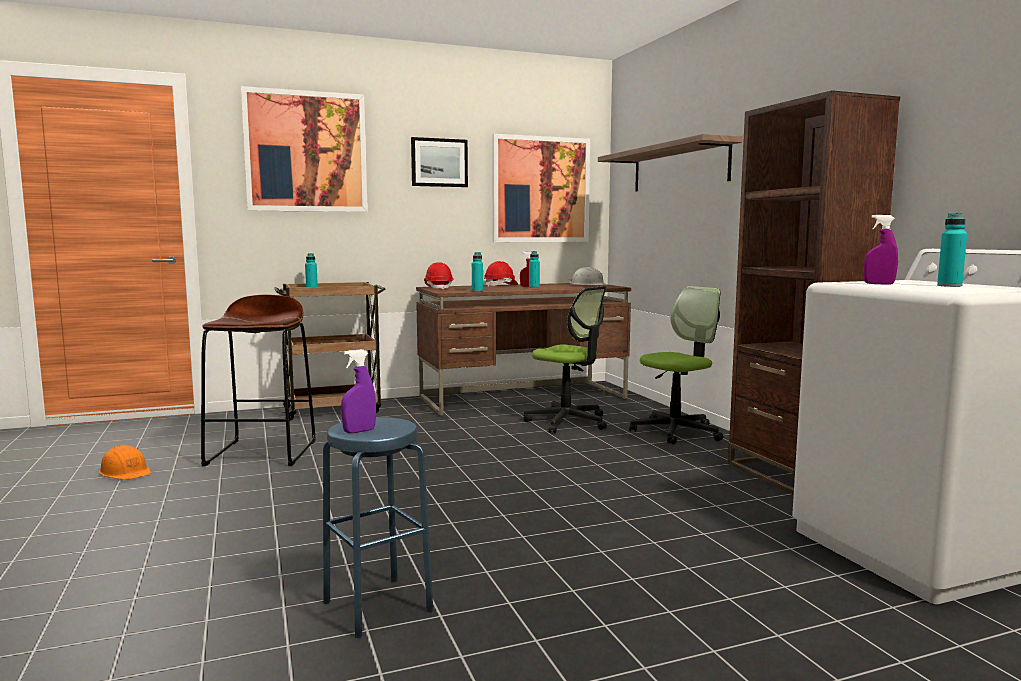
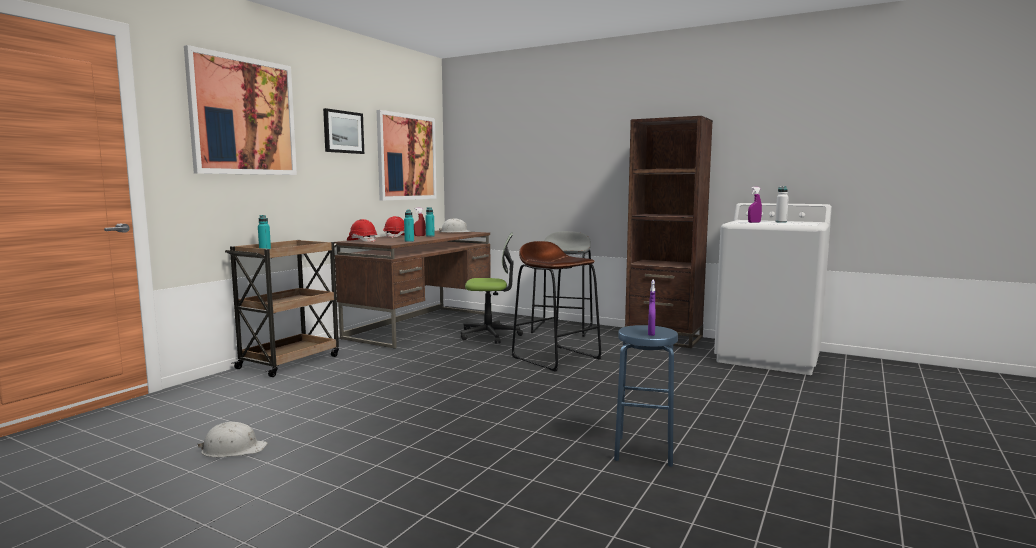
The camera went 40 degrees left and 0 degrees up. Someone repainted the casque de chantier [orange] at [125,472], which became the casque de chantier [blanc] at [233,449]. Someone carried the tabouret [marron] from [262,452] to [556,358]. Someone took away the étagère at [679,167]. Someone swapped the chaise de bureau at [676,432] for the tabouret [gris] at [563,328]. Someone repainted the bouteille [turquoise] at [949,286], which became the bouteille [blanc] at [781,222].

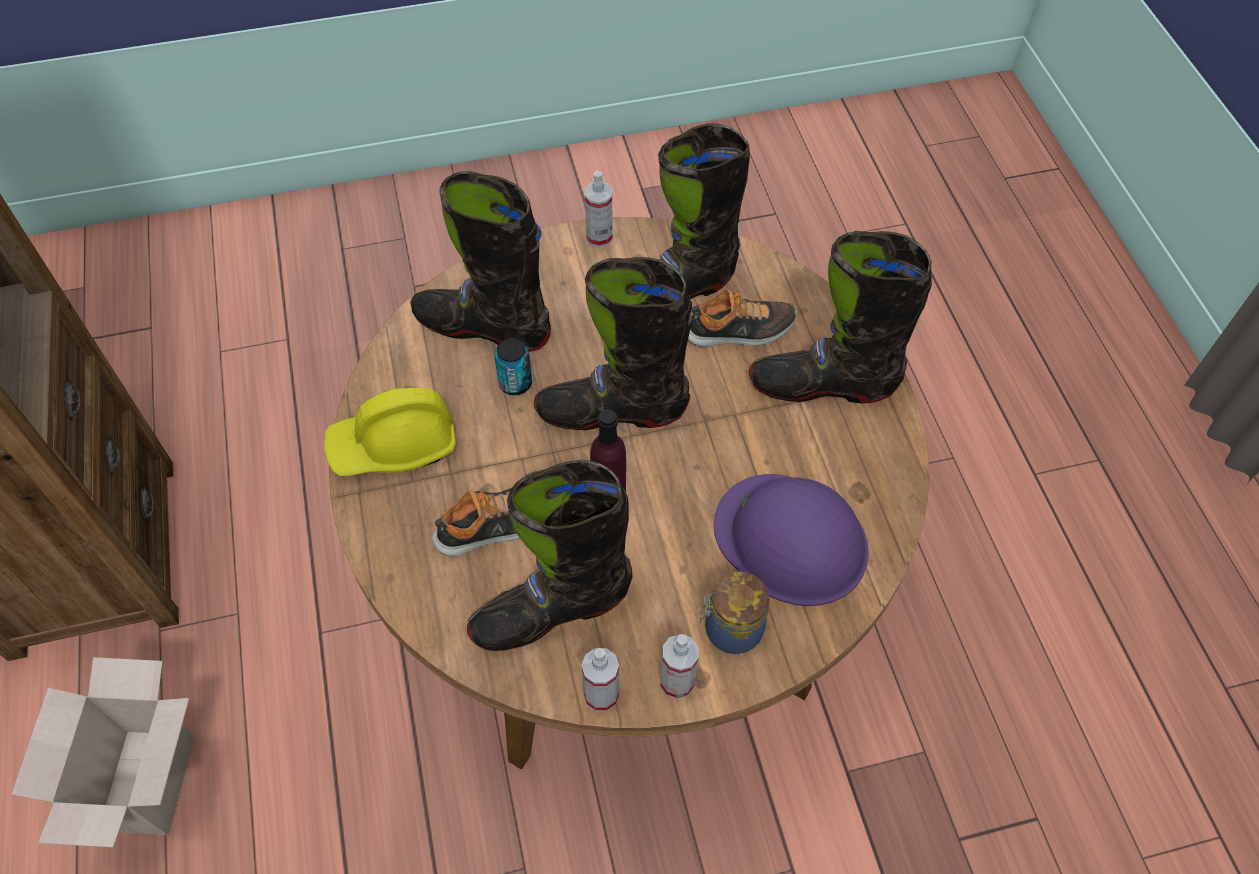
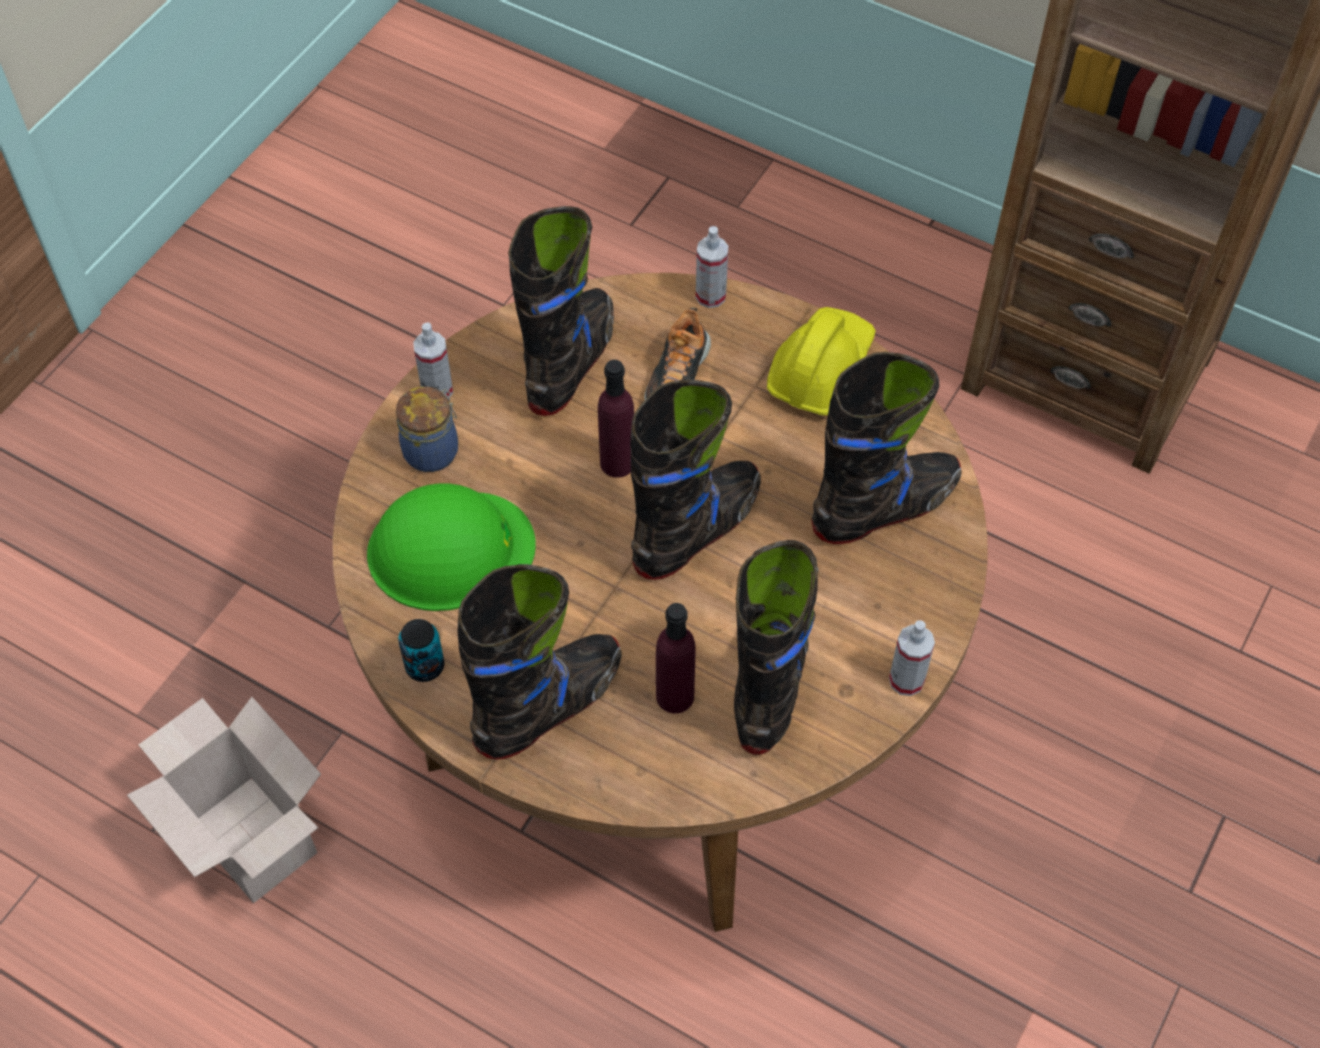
The camera went 135 degrees right and 0 degrees up. Someone carried the carton from [149,786] to [248,839]. Someone carried the boîte métallique from [515,383] to [425,666]. Someone carried the vaporisateur from [601,695] to [710,296]. Someone swapped the chaussure at [739,330] for the bouteille [violet] at [675,696]. Someone repainted the casque de chantier [violet] at [791,539], which became the casque de chantier [vert] at [449,549].

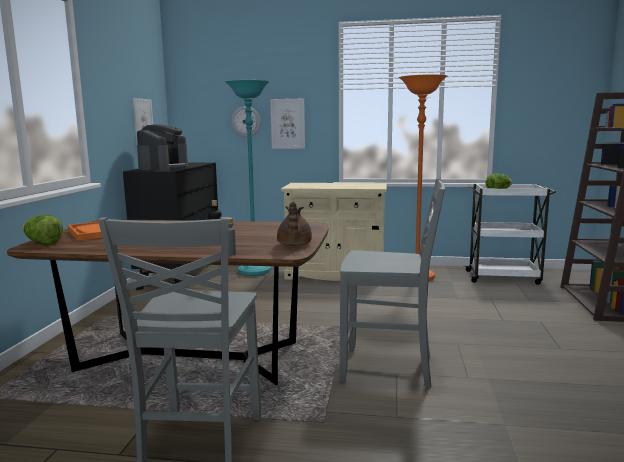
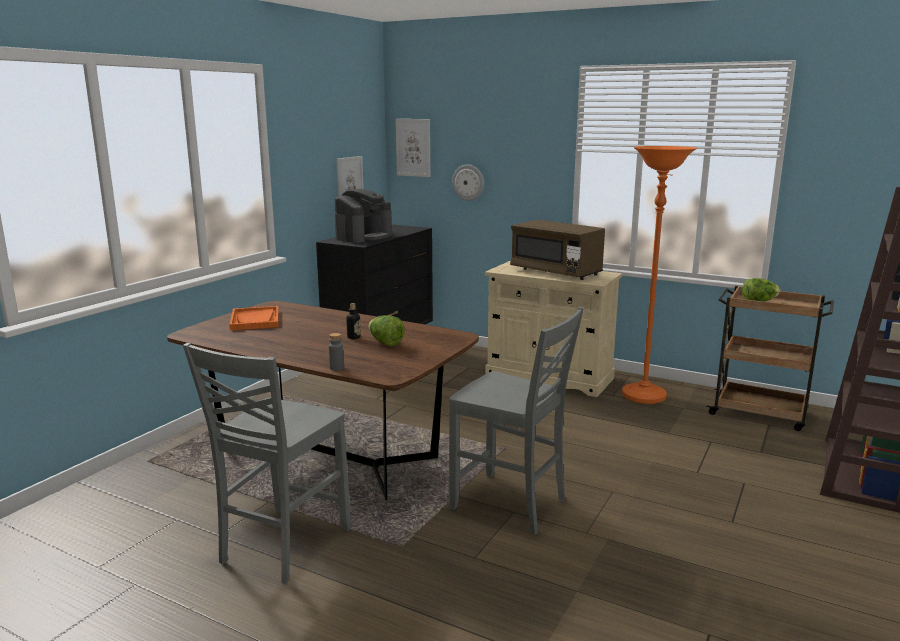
The camera went 20 degrees right and 5 degrees up. Someone carried the laitue from [42,243] to [385,343]. Someone took away the lampadaire [turquoise] at [254,271]. Someone carried the tableau from [287,124] to [413,147]. Someone took away the théière [marron] at [293,245]. Someone repainted the chariot [blanc] at [504,277], which became the chariot [marron] at [760,413]. Someone put down the micro-ondes [marron] at [556,272].

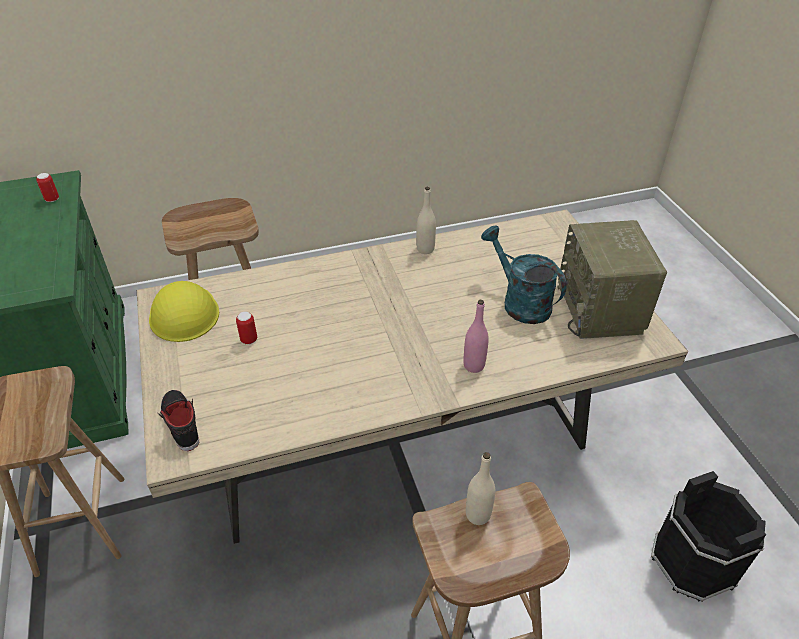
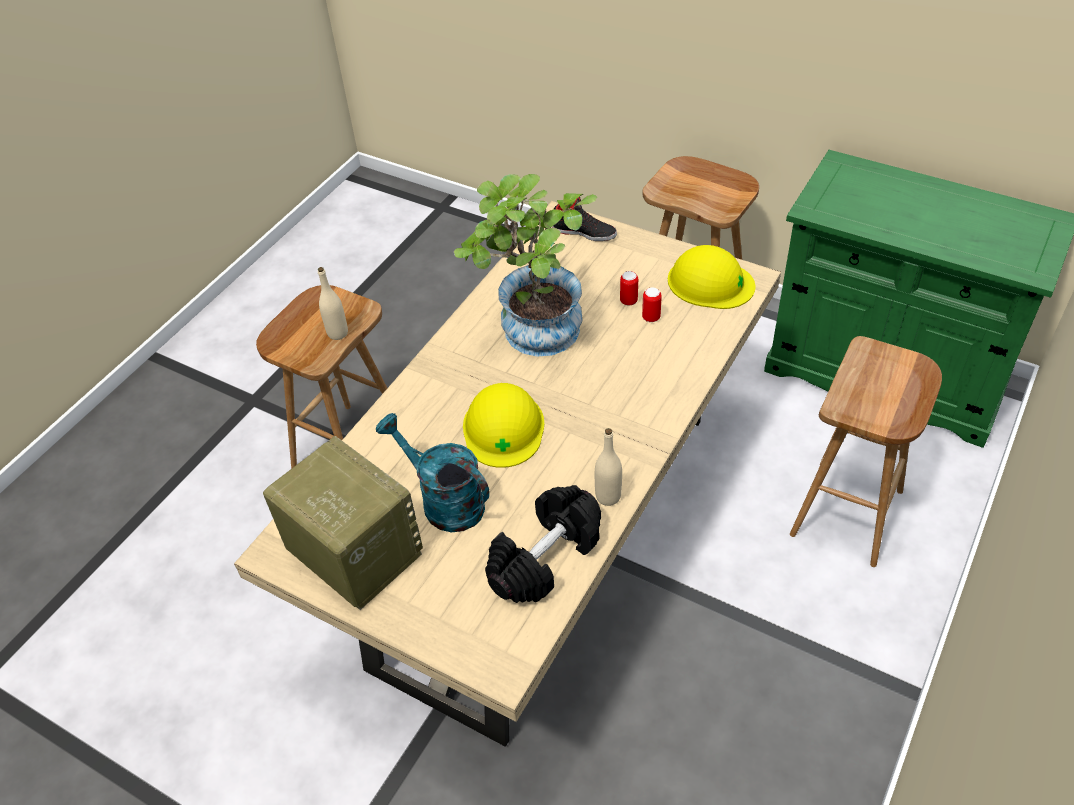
The camera went 140 degrees right and 5 degrees up. Someone carried the boîte métallique from [52,199] to [651,317]. Someone took away the bouteille [rose] at [474,365]. Someone rotated the arrosoir [turquoise] at [520,302] by 150 degrees counterclockwise. Someone took away the seau [noir] at [692,562]. Someone put down the plante en pot at [533,336]. Someone put down the casque de chantier [jaune] at [503,427]. Someone put down the haltère [noir] at [545,557].

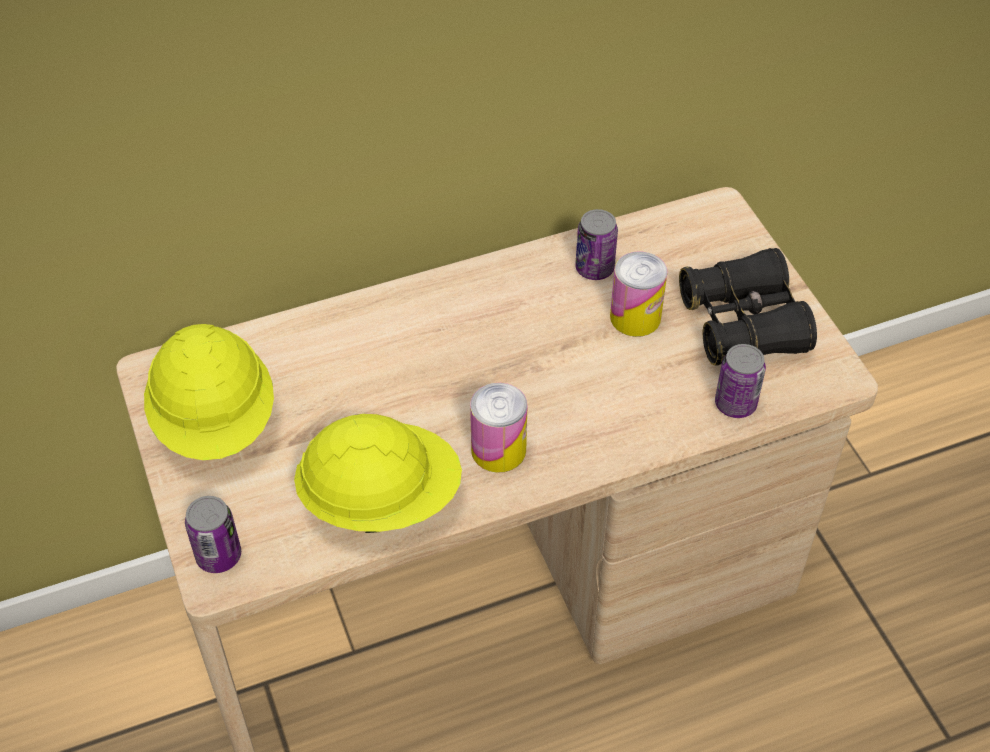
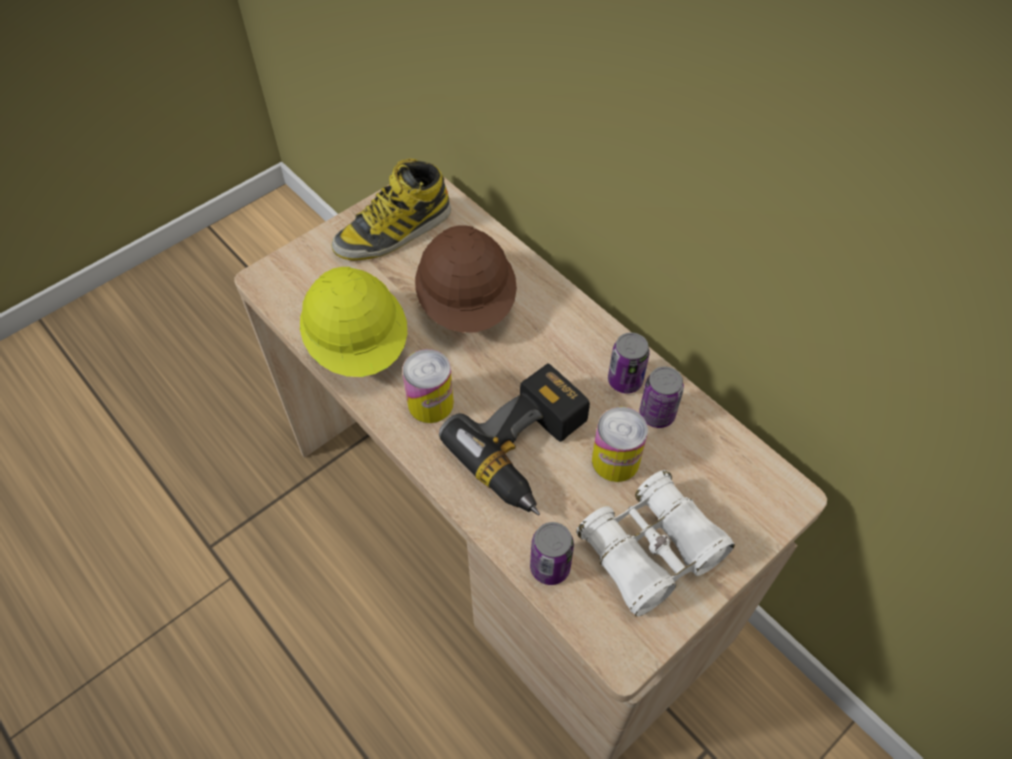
The camera went 70 degrees right and 5 degrees up. Someone swapped the casque de chantier [jaune] at [216,421] for the botte at [394,232]. Someone carried the boîte métallique from [218,556] to [625,380]. Someone repainted the jumelles [noir] at [743,323], which became the jumelles [blanc] at [651,551]. Someone put down the casque de chantier [marron] at [467,303]. Someone put down the perceuse at [529,451].

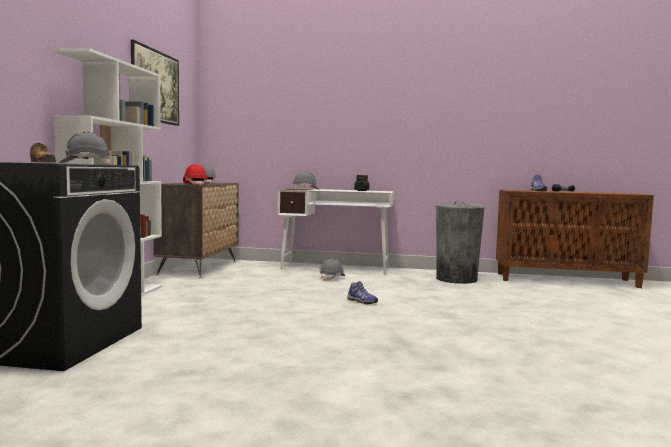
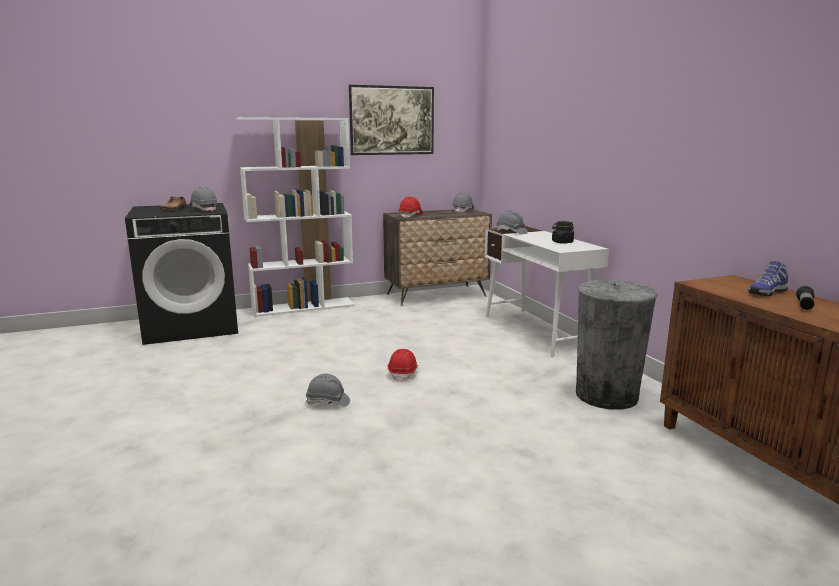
The camera went 60 degrees right and 10 degrees up. Someone carried the casque de chantier [gris] from [332,278] to [328,402]. Someone swapped the chaussure at [361,302] for the casque de chantier [rouge] at [403,374].

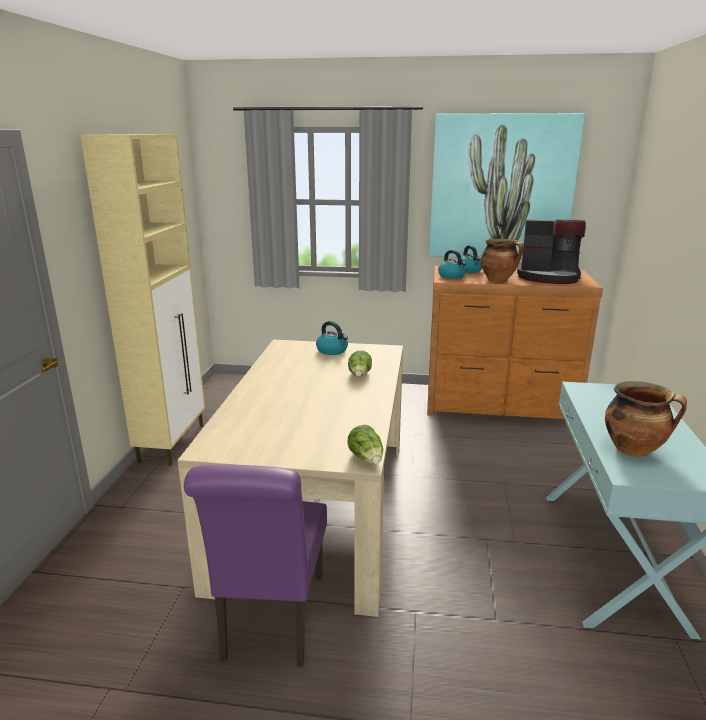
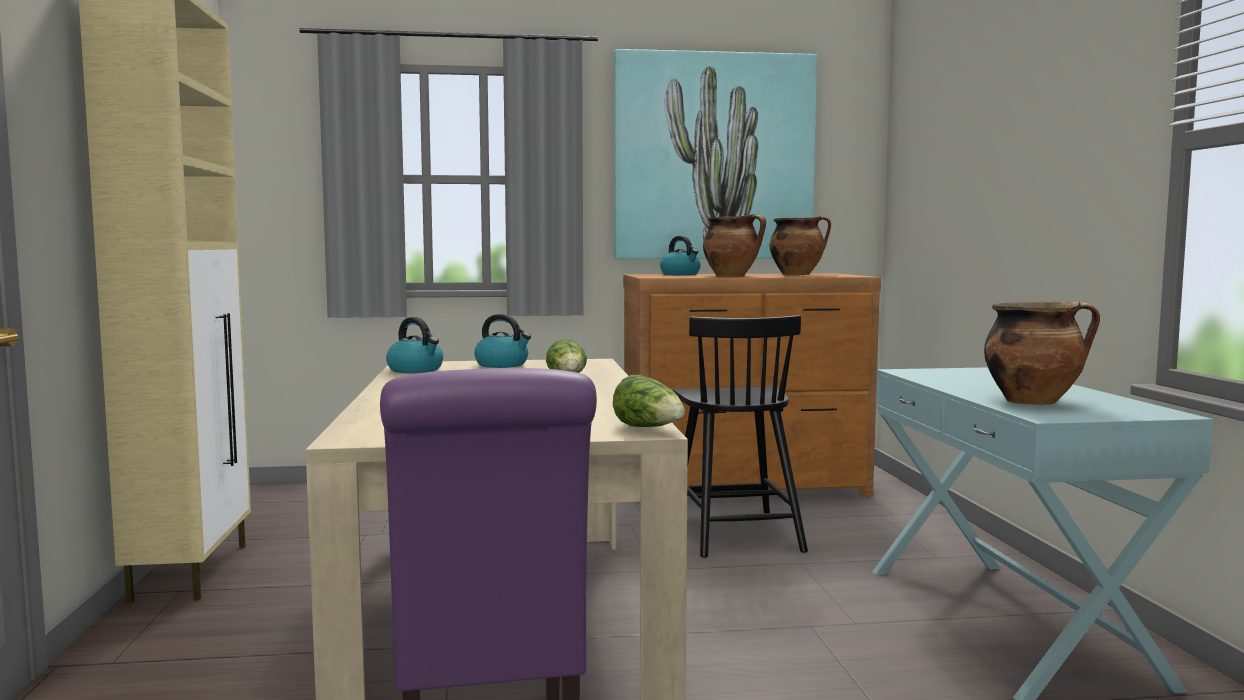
The camera went 15 degrees left and 15 degrees down. Someone carried the bouilloire from [452,276] to [416,370]. Someone swapped the machine à café at [548,277] for the marmite at [798,275]. Someone put down the chaise [noir] at [735,532].

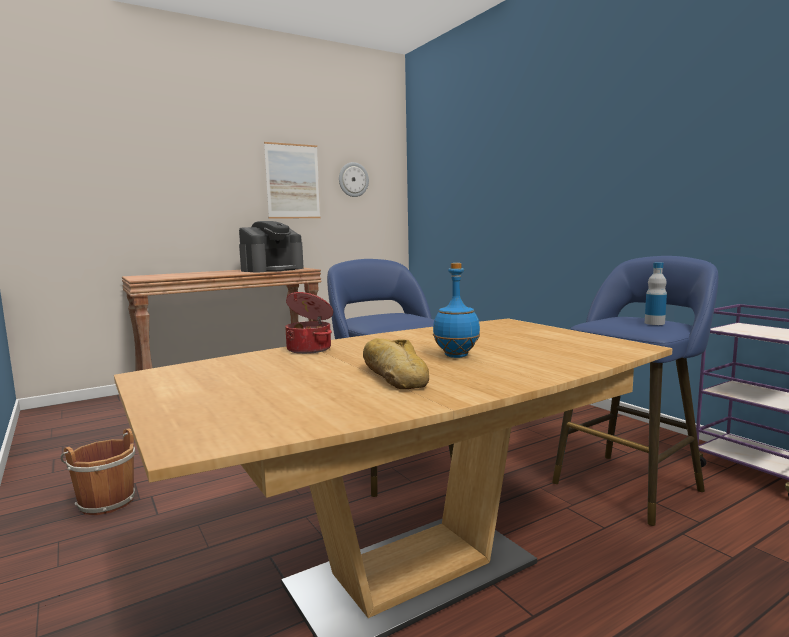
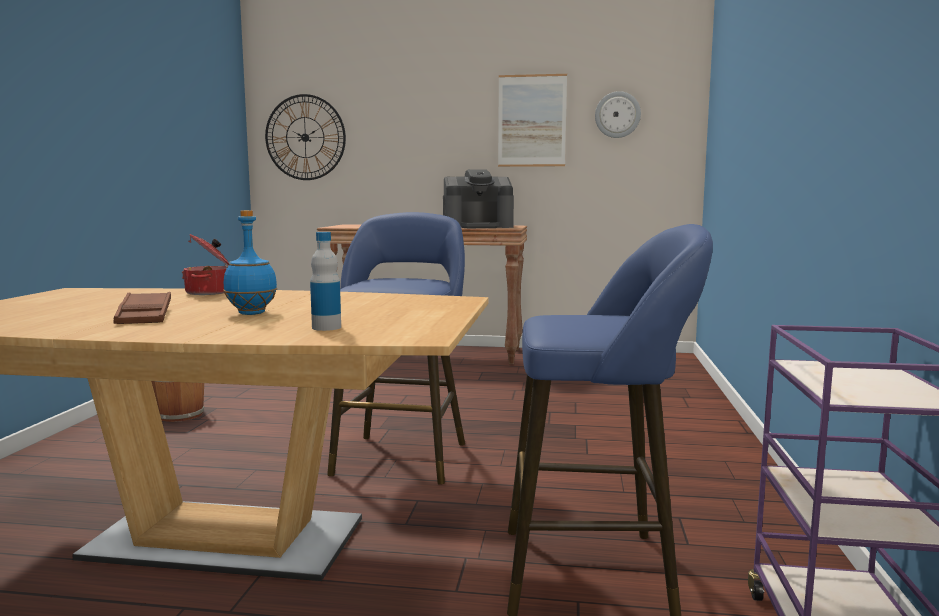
The camera went 40 degrees right and 0 degrees up. Someone swapped the pain at [394,376] for the plateau [marron] at [145,315]. Someone carried the bouteille from [654,323] to [326,327]. Someone put up the horloge murale at [305,137].

